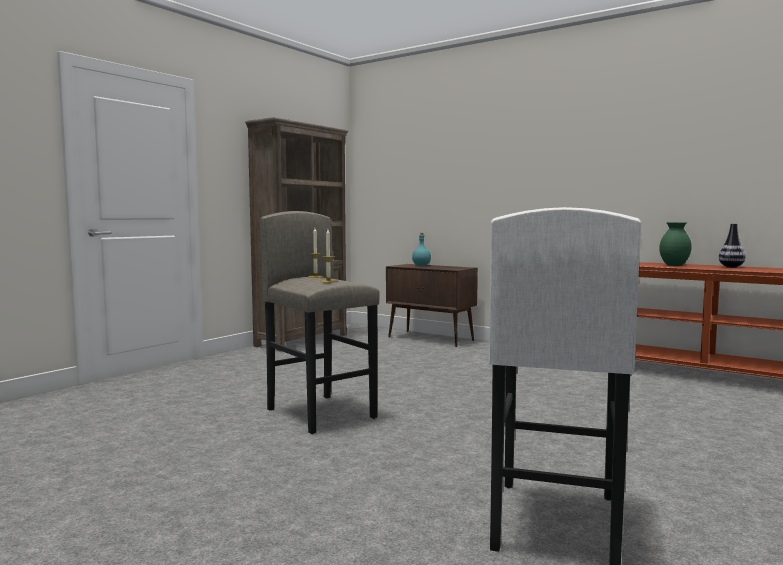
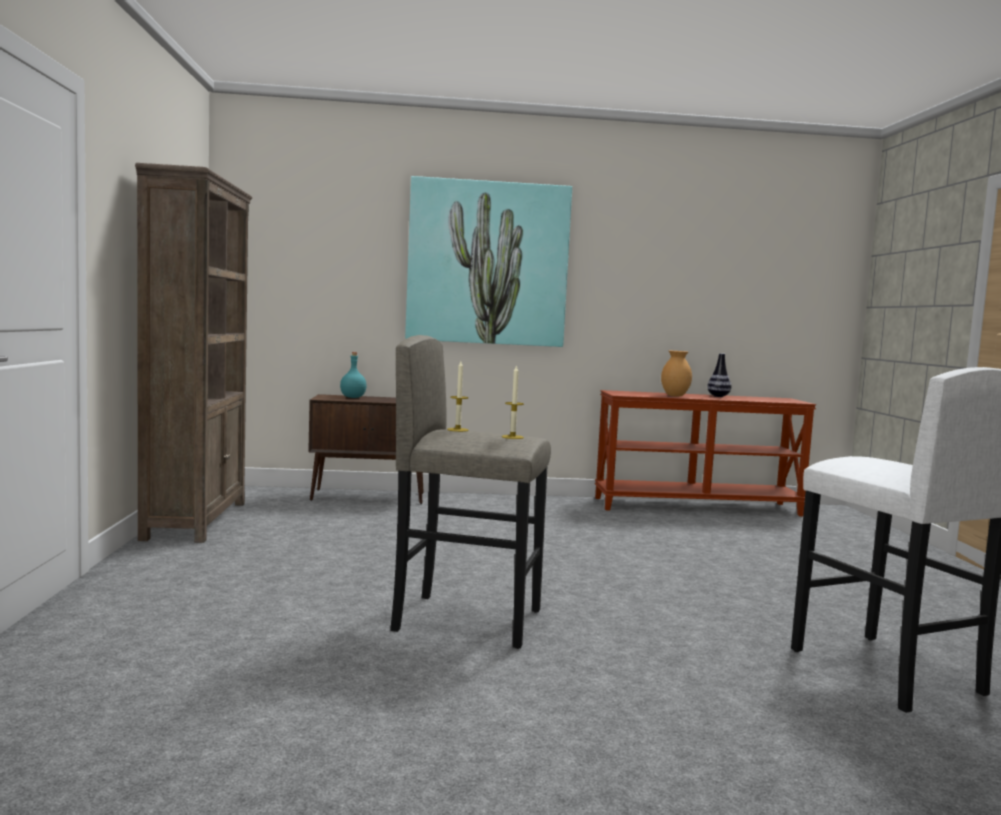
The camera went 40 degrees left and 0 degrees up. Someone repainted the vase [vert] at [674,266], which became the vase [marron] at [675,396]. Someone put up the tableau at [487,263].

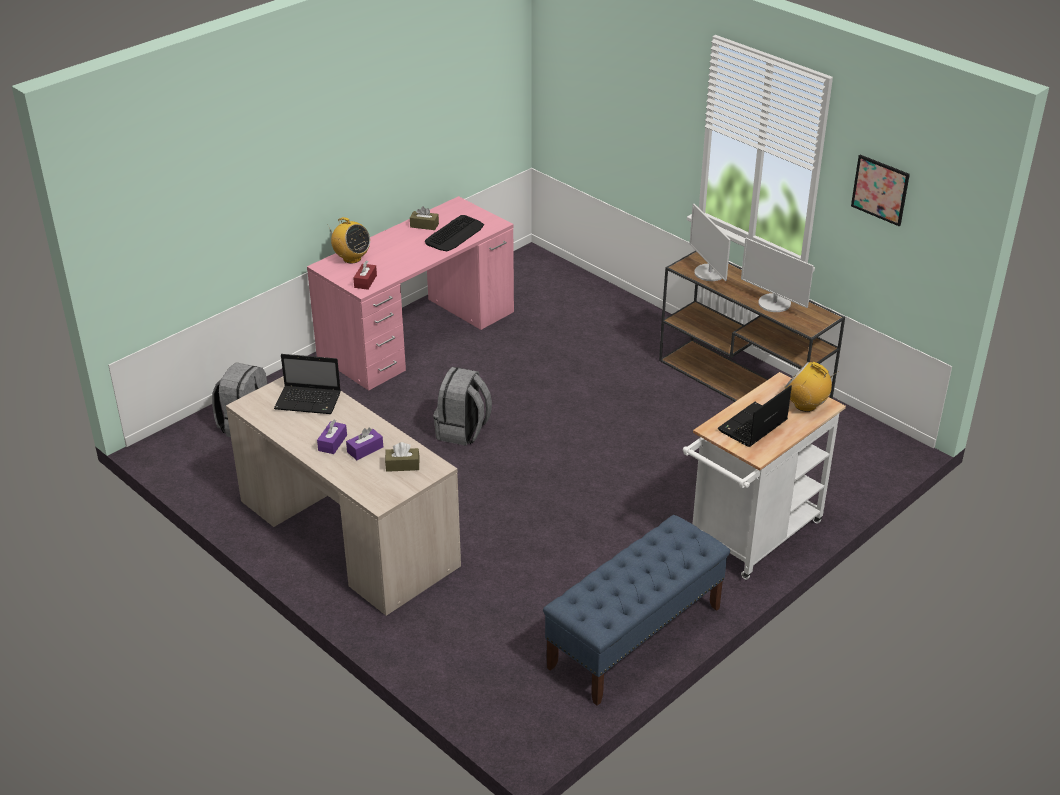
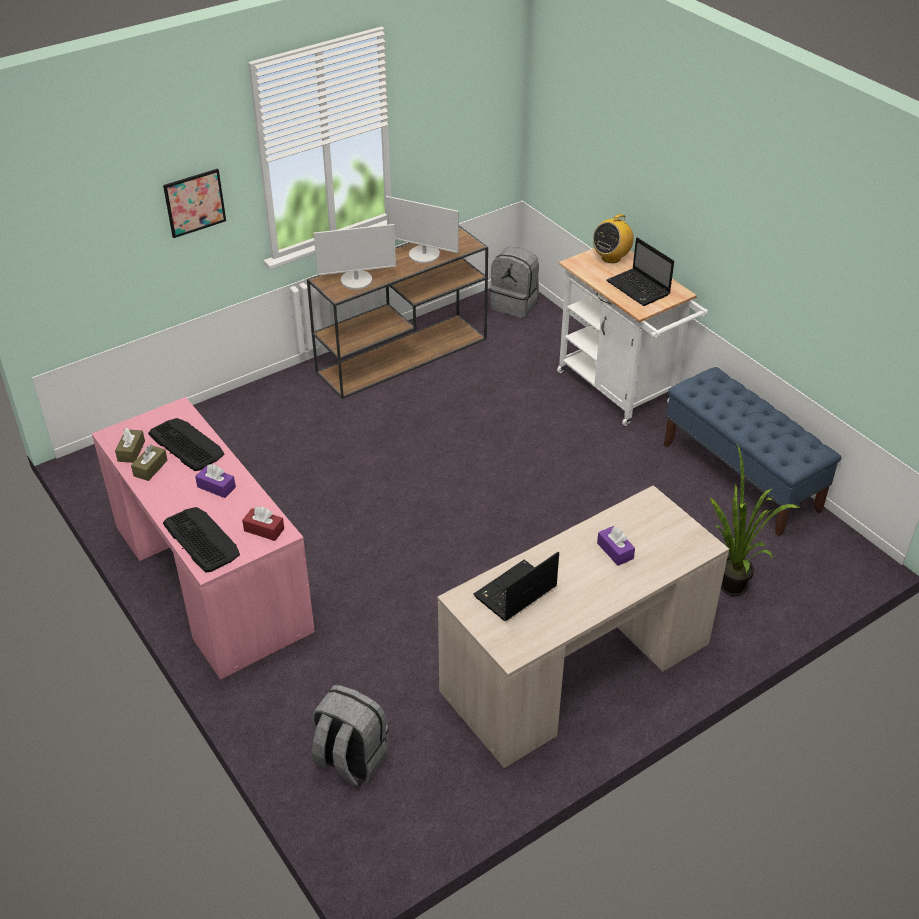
The camera went 80 degrees left and 5 degrees up. Someone rotated the ordinateur portable at [309,401] by 150 degrees counterclockwise. Someone carried the boîte à mouchoirs [violet] from [332,443] to [216,487]. Someone swapped the radio at [351,258] for the clavier at [201,539]. Someone carried the boîte à mouchoirs [marron] from [402,465] to [131,451]. Someone carried the sac à dos [gris] from [463,431] to [515,304]. Someone rotated the écran d'ordinateur at [774,303] by 60 degrees clockwise. Someone carried the tableau from [880,189] to [194,202]. Someone put down the plante en pot at [727,590].

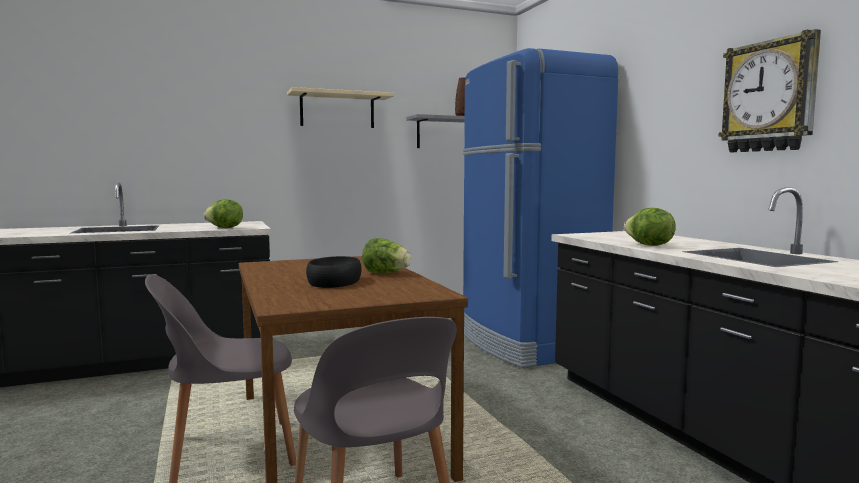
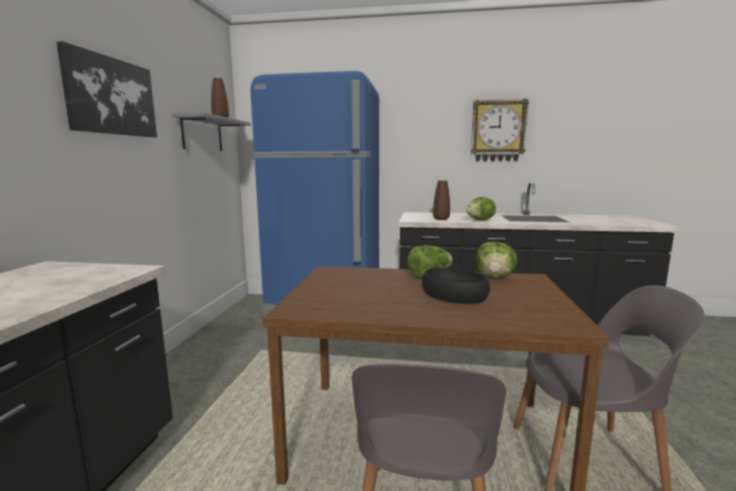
The camera went 60 degrees left and 5 degrees up. Someone carried the laitue from [225,228] to [494,278]. Someone swapped the étagère [beige] at [337,110] for the tableau at [111,96]. Someone put down the vase [marron] at [441,219].

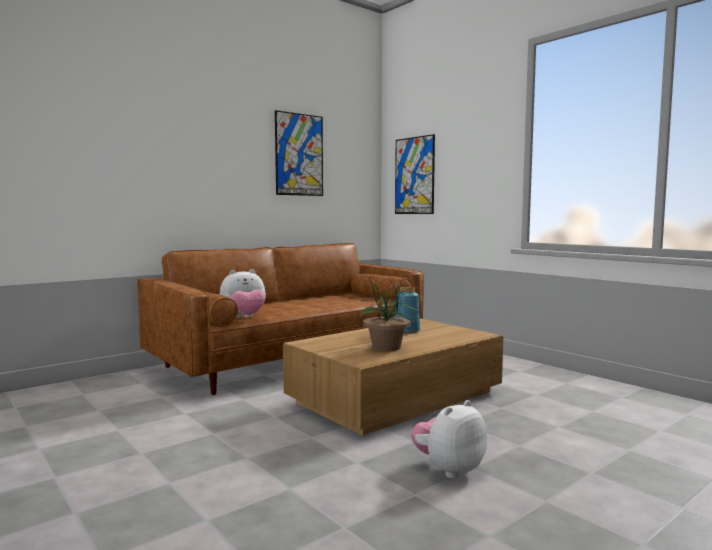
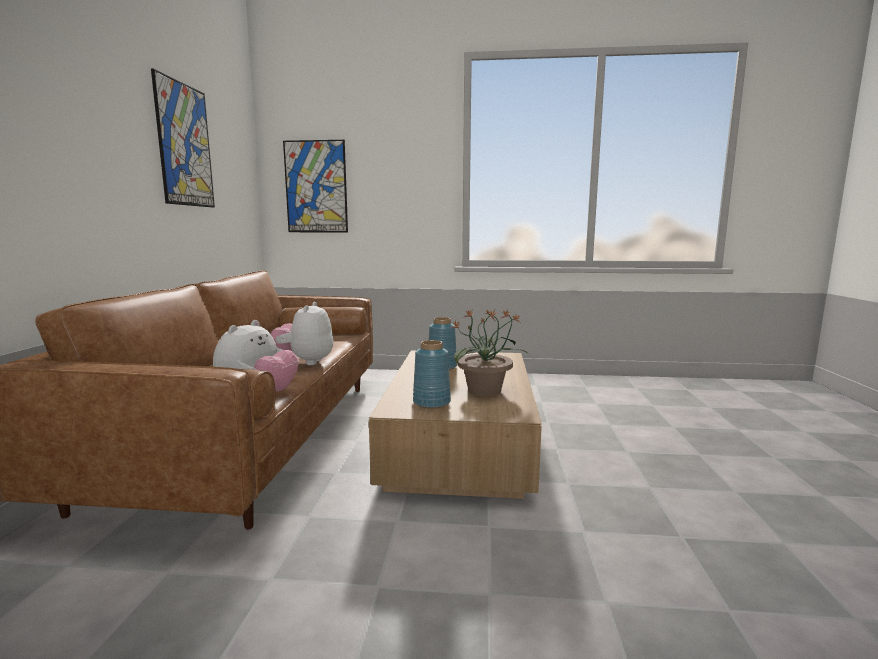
The camera went 45 degrees left and 5 degrees up. Someone carried the peluche from [448,469] to [305,362]. Someone put down the vase [bleu] at [432,402].

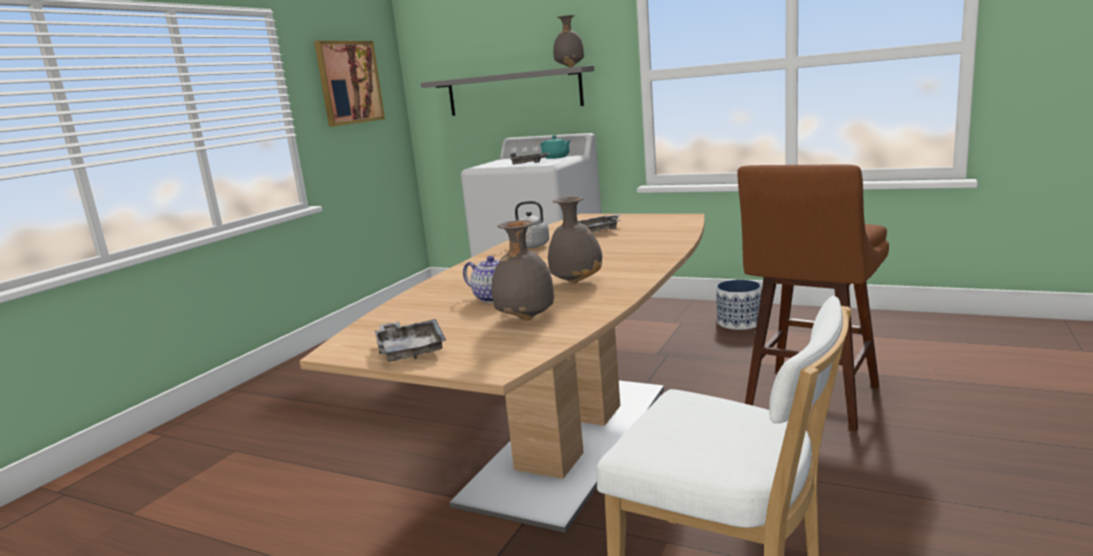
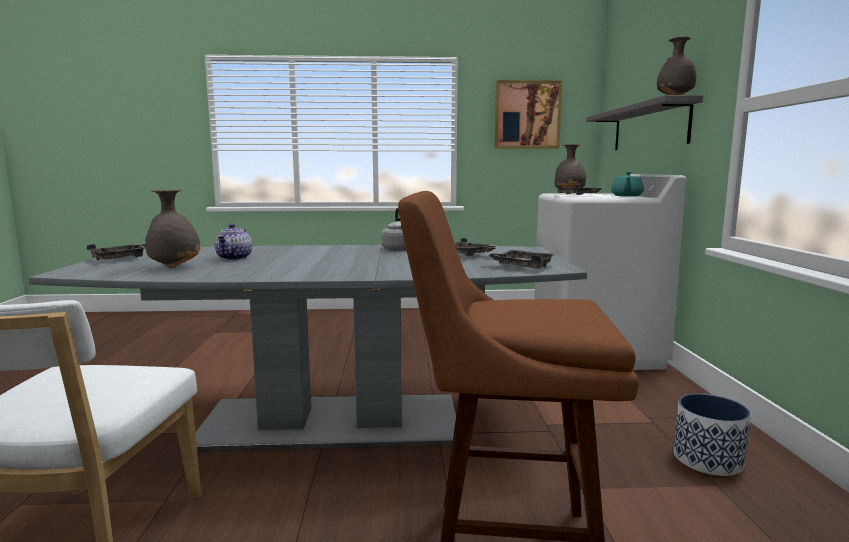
The camera went 60 degrees right and 5 degrees down. Someone repainted the table à manger [marron] at [571,440], which became the table à manger [gris] at [333,422]. Someone carried the vase [gris] from [577,282] to [570,193]. Someone put down the plateau [gris] at [521,266].

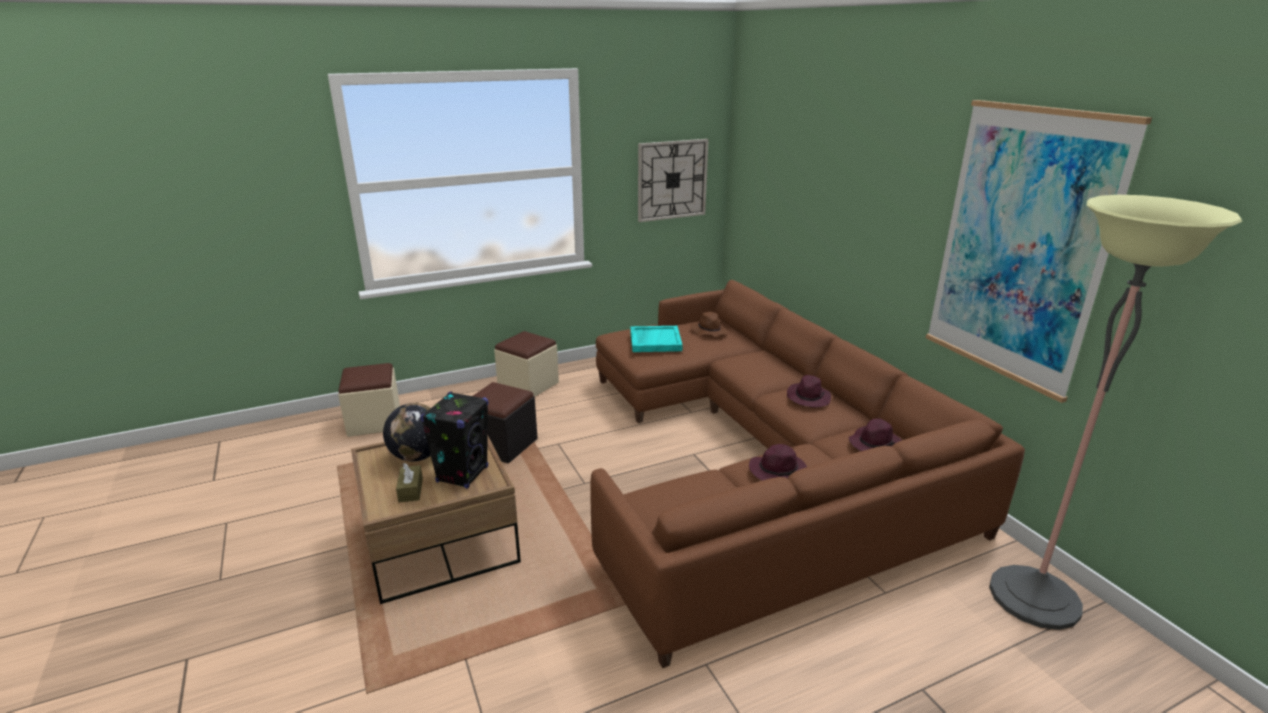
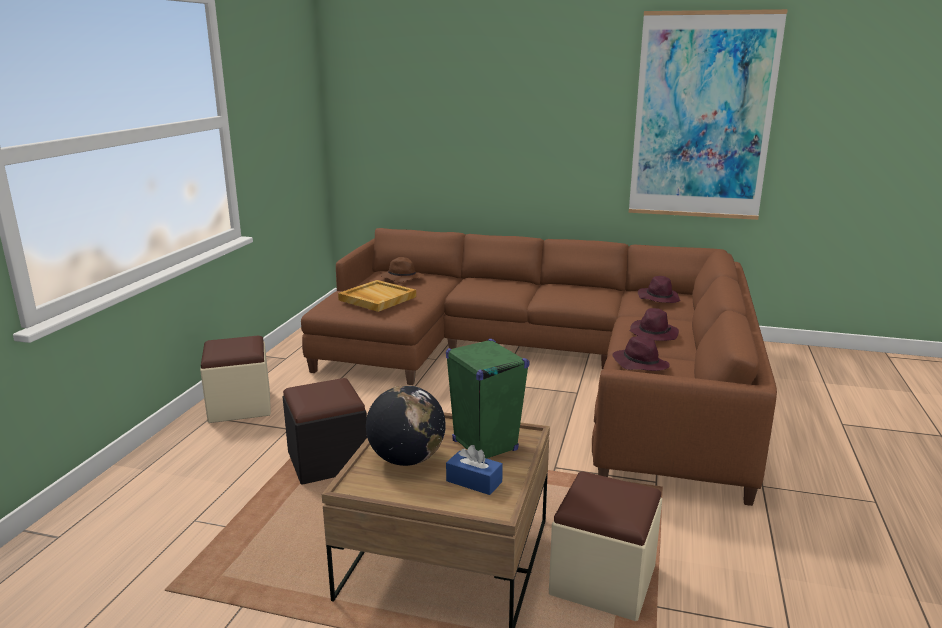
The camera went 50 degrees left and 5 degrees down. Someone carried the pouf [beige] from [374,421] to [603,580]. Someone repainted the boîte à mouchoirs [marron] at [410,490], which became the boîte à mouchoirs [bleu] at [474,481]. Someone repainted the enceinte [noir] at [462,474], which became the enceinte [vert] at [484,445]. Someone repainted the plateau [turquoise] at [655,341], which became the plateau [beige] at [376,298]. Someone took away the horloge murale at [672,180]. Someone carried the chapeau [violet] from [808,398] to [639,363]. Someone took away the lampadaire at [1034,597].

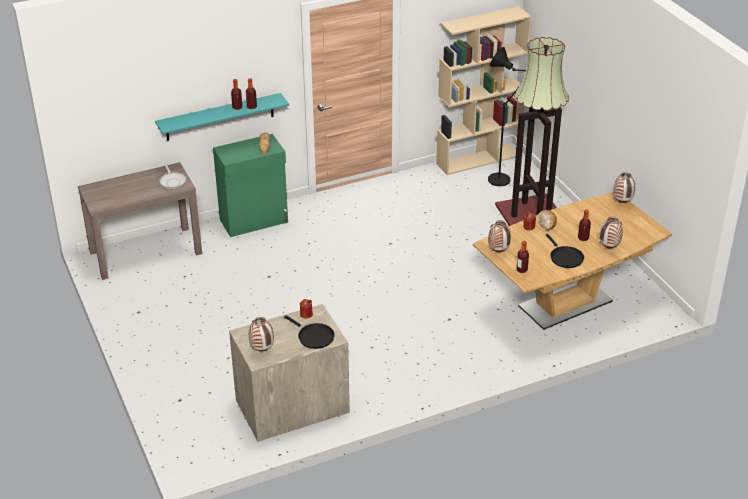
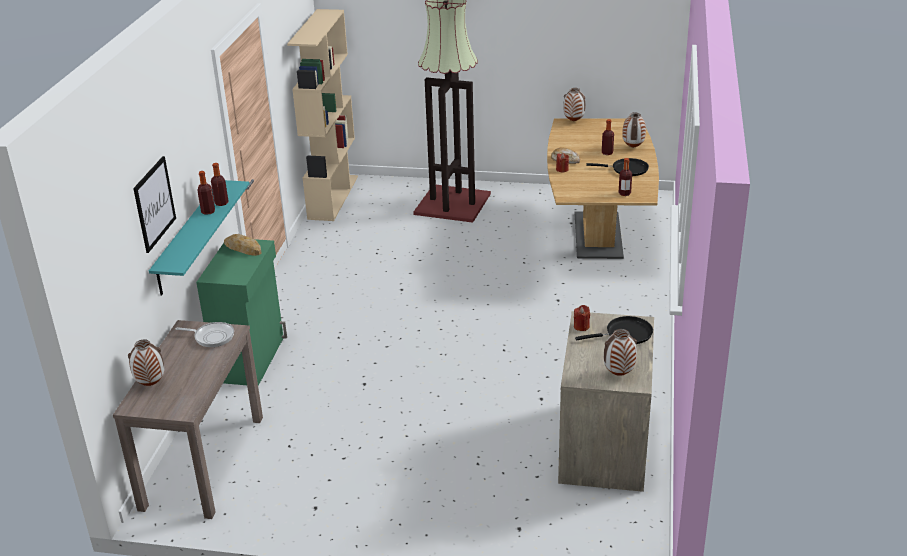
The camera went 55 degrees left and 5 degrees down. Someone took away the lampadaire [noir] at [503,181]. Someone carried the vase from [498,251] to [150,385]. Someone put up the tableau at [154,204].

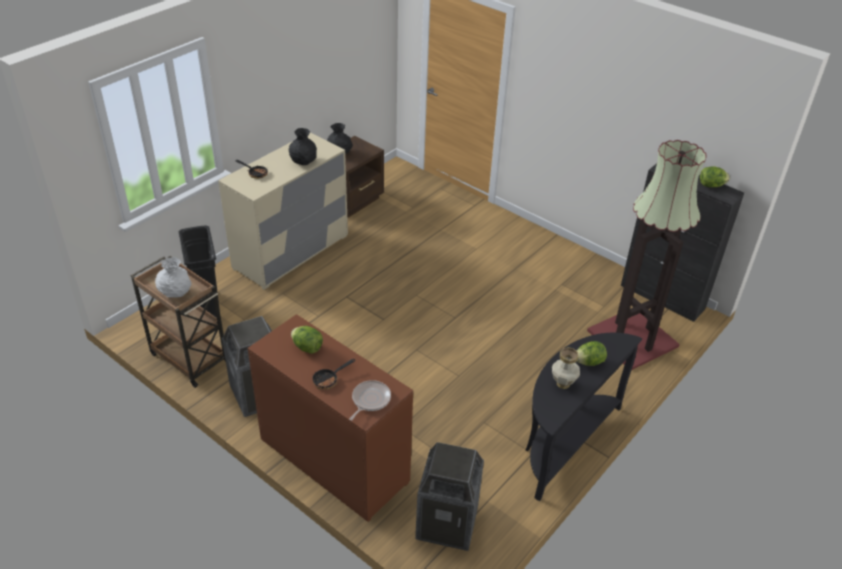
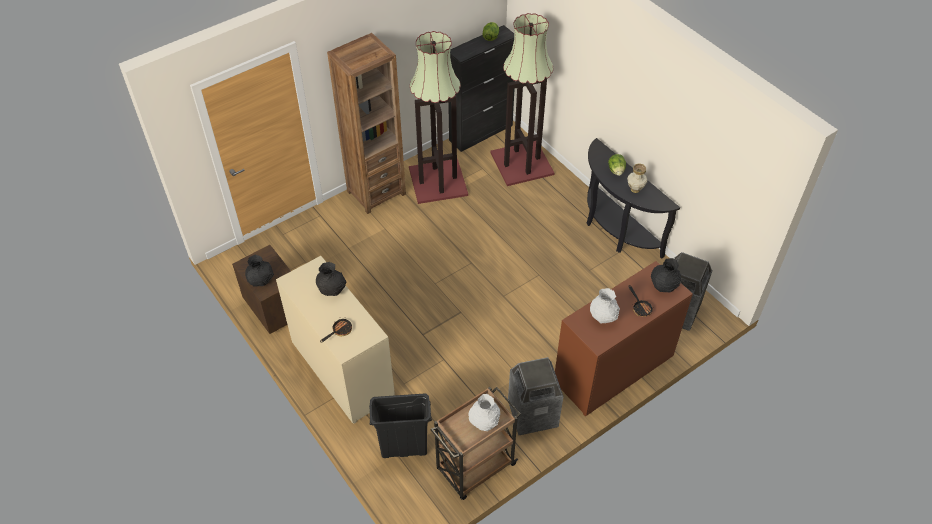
The camera went 75 degrees left and 10 degrees up. Someone swapped the laitue at [307,347] for the vase [blanc] at [603,316]. Someone swapped the poêle at [370,400] for the vase [noir] at [663,286]. Someone put down the bibliothèque [marron] at [376,192]. Someone put down the lampadaire at [437,182].

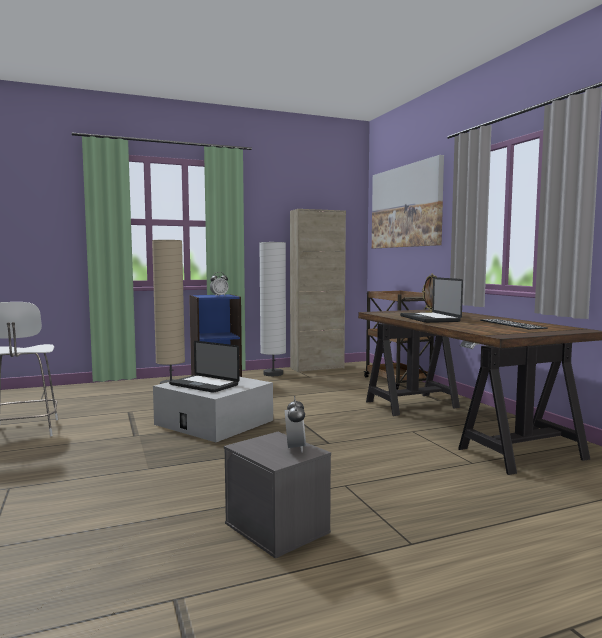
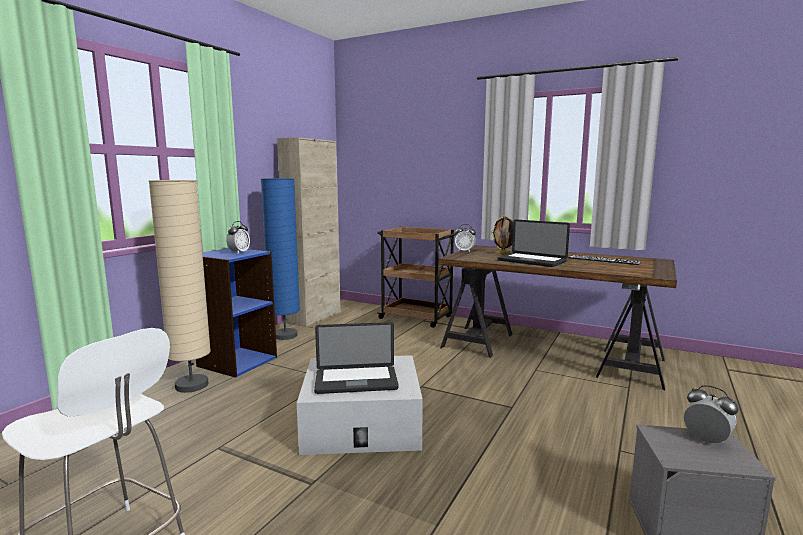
The camera went 40 degrees left and 5 degrees up. Someone repainted the lampadaire [blanc] at [273,374], which became the lampadaire [bleu] at [285,335]. Someone took away the tableau at [406,207]. Someone put down the réveil at [465,251].

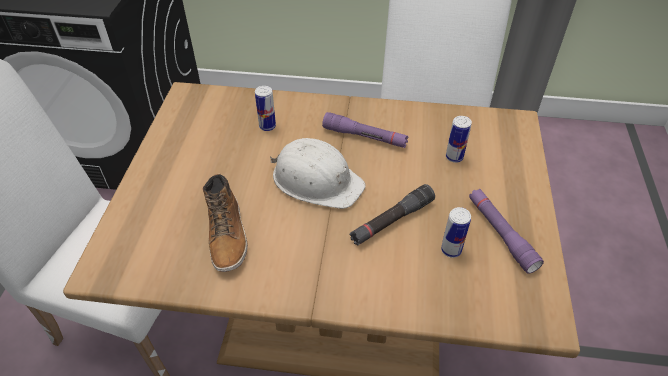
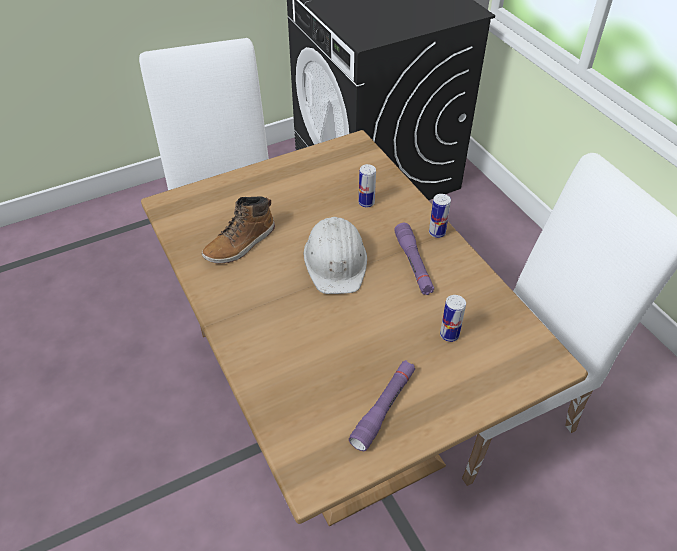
The camera went 55 degrees right and 0 degrees up. Someone took away the lampe de poche [noir] at [392,221]. Someone carried the boîte métallique from [451,250] to [437,232].

